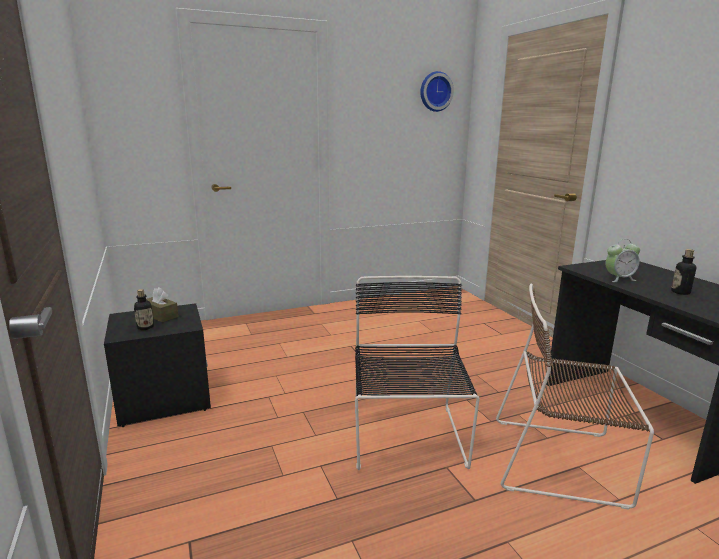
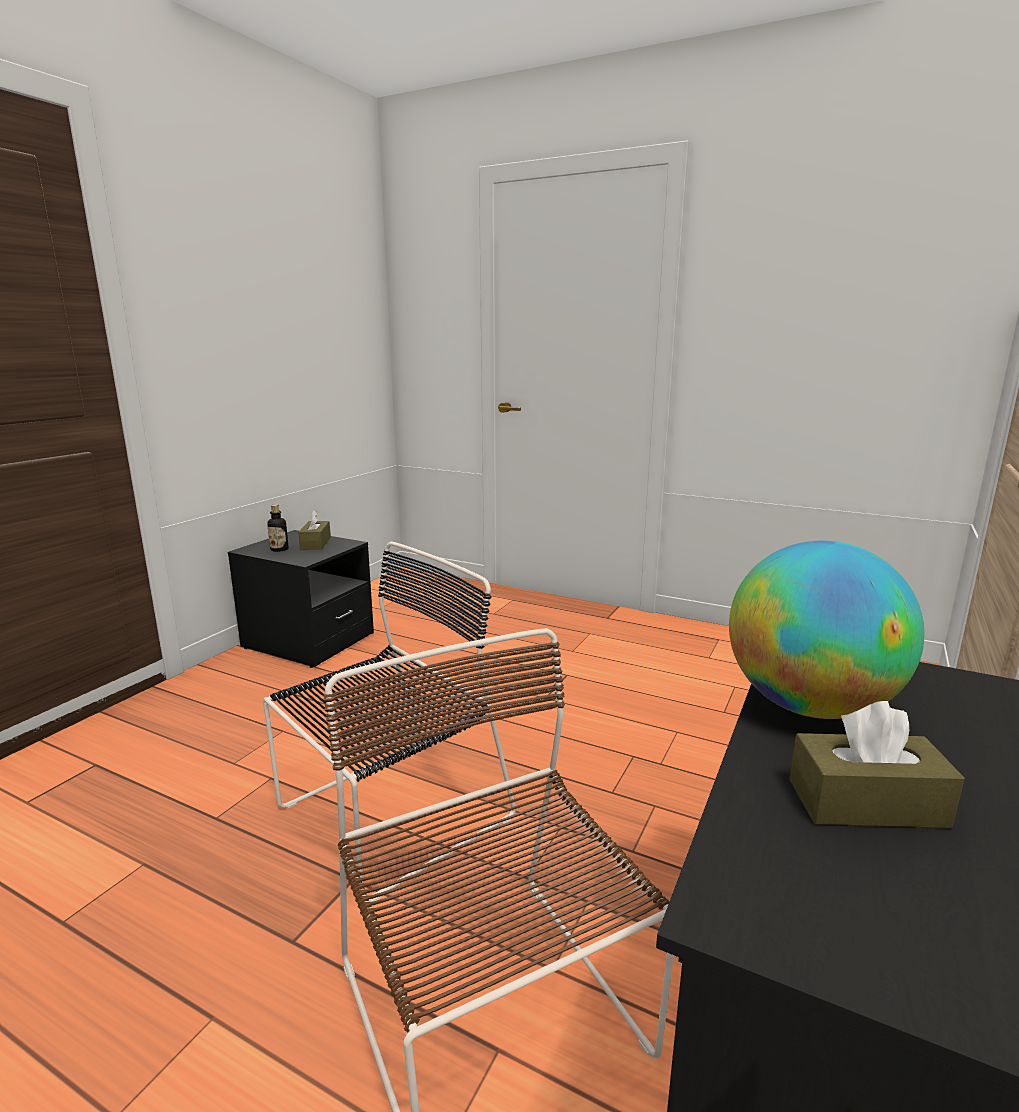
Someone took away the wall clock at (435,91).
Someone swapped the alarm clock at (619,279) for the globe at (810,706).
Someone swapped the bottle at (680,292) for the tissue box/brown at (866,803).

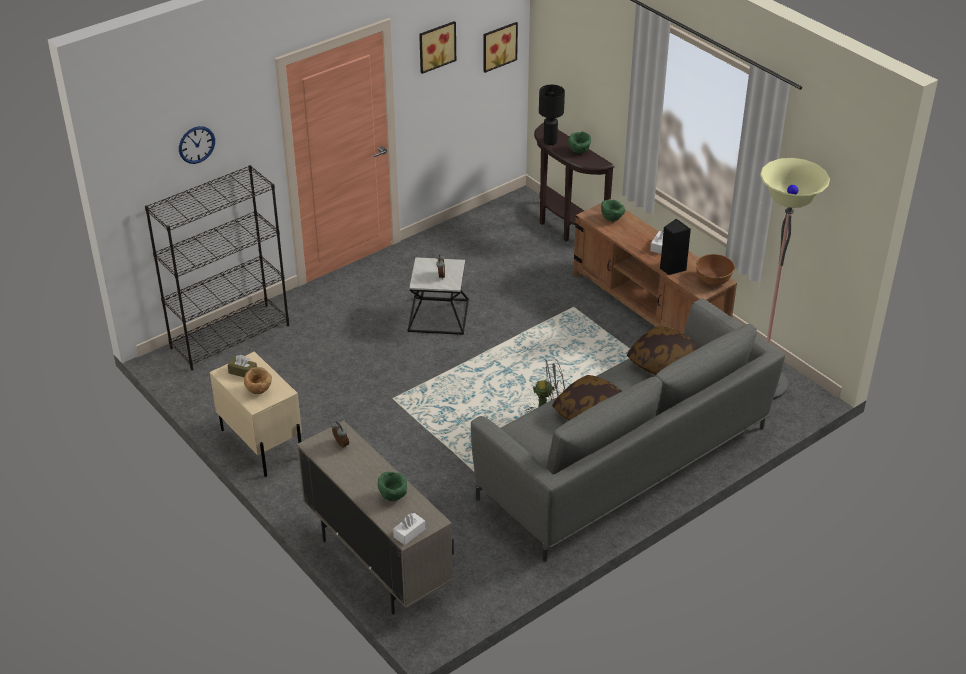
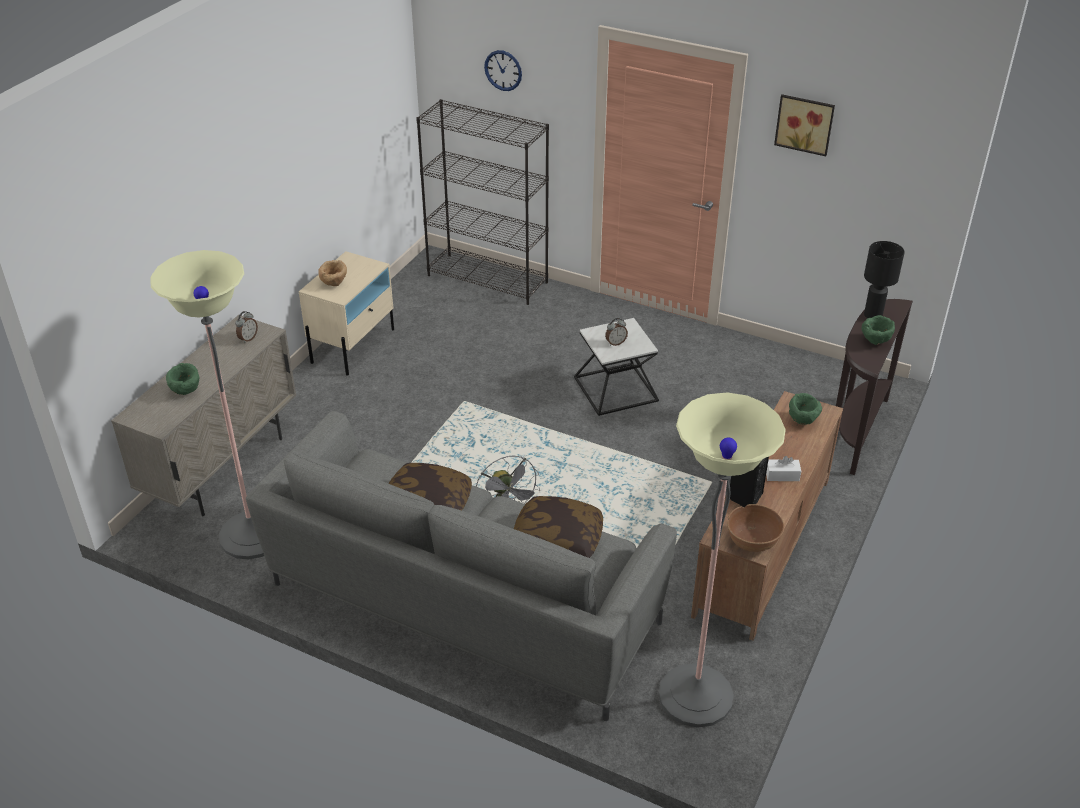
Someone took away the tissue box/brown at (243,372).
Someone took away the tissue box/white at (409,533).
Someone took away the picture at (498,46).
Someone put down the floor lamp at (252,535).

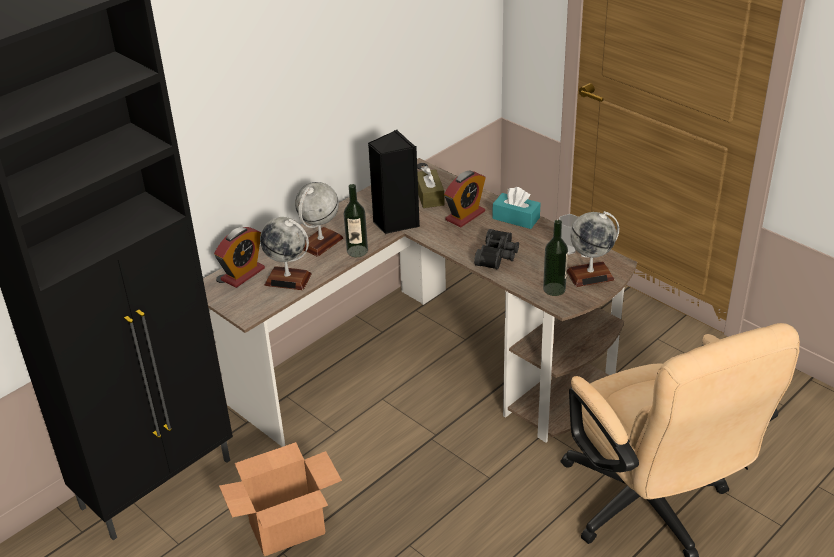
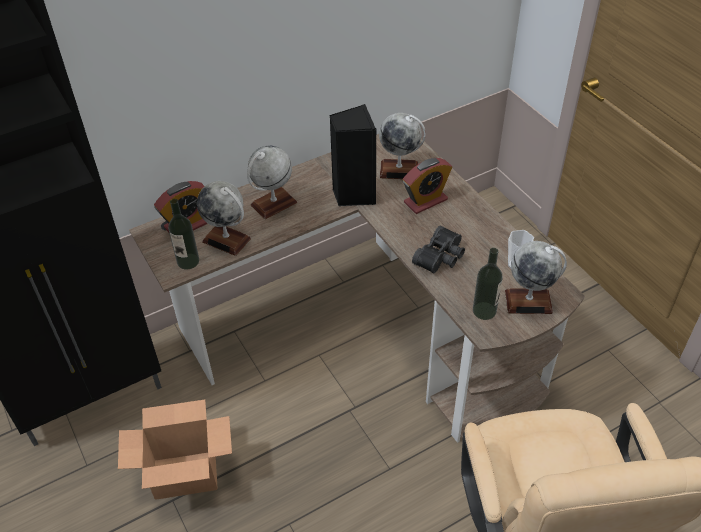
Someone carried the bottle from (357,251) to (188,261).
Someone swapped the tissue box/brown at (429,196) for the globe at (399,170).
Someone took away the tissue box/turquoise at (516,218).

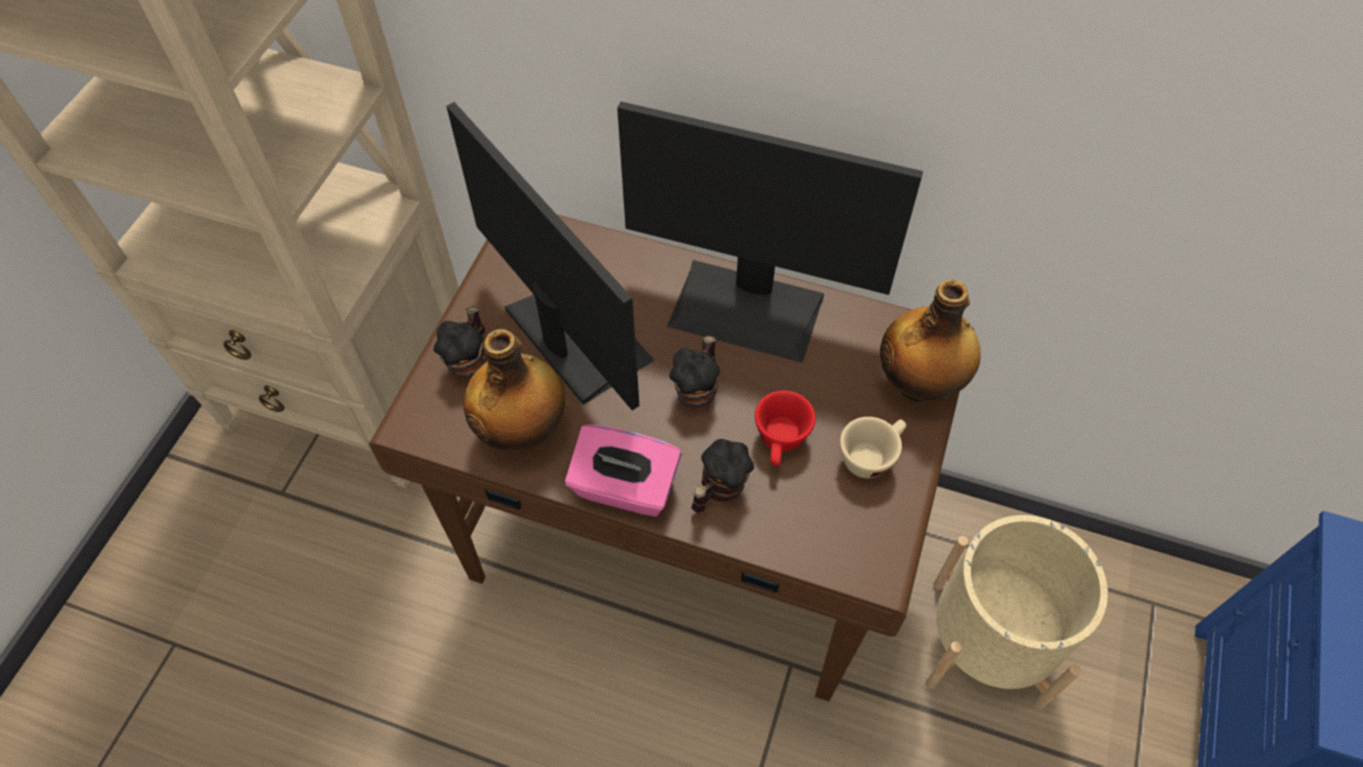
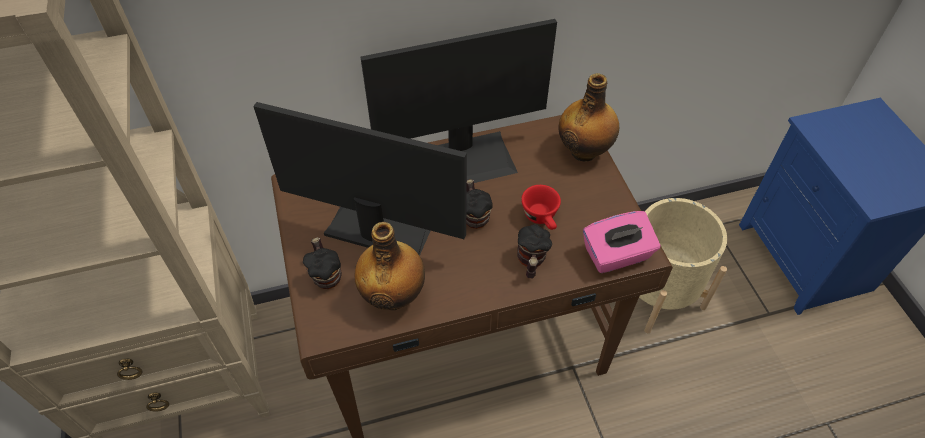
Someone carried the tissue box/pink from (624,488) to (616,255).
Someone took away the cup/beige at (871,455).

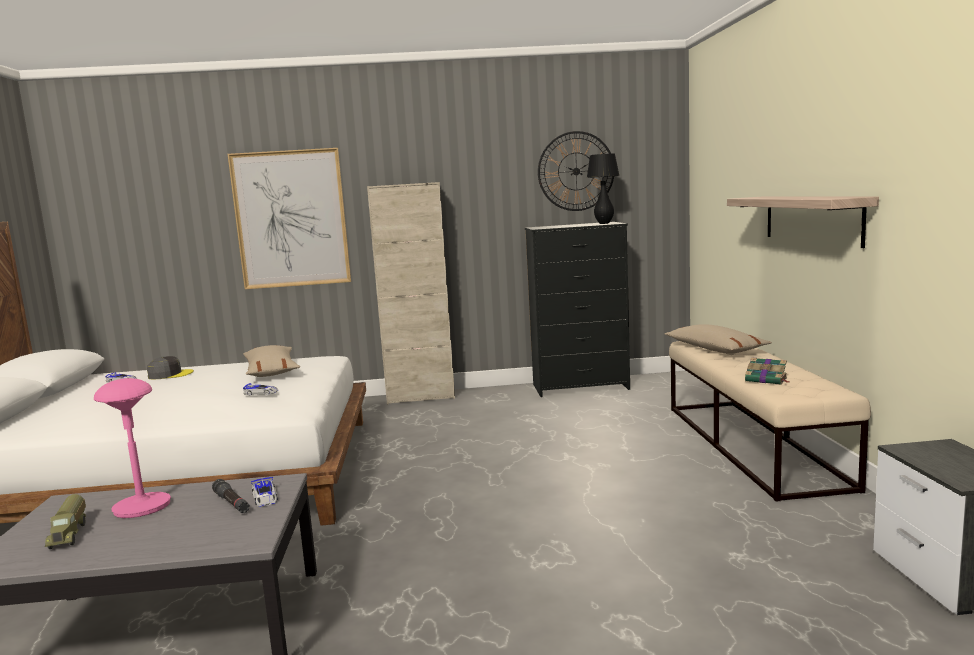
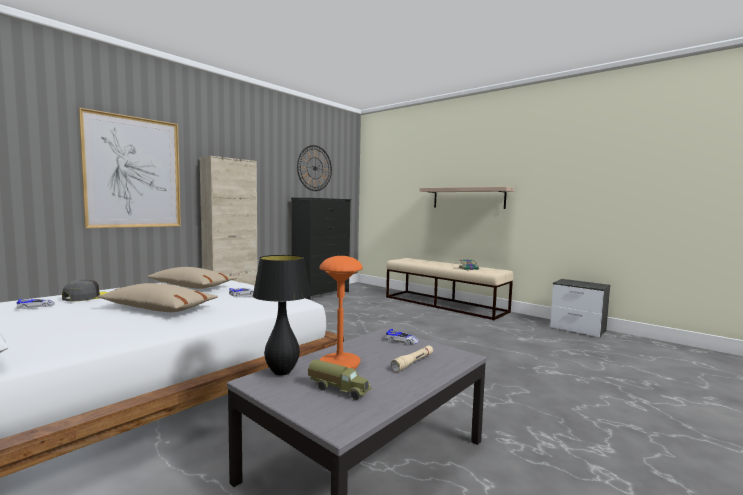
Someone repainted the table lamp/pink at (142,507), which became the table lamp/orange at (339,364).
Someone took away the flashlight/black at (232,503).
Someone carried the table lamp/black from (604,223) to (282,372).
Someone carried the pillow/beige from (715,349) to (158,308).
Someone put down the flashlight/beige at (413,362).

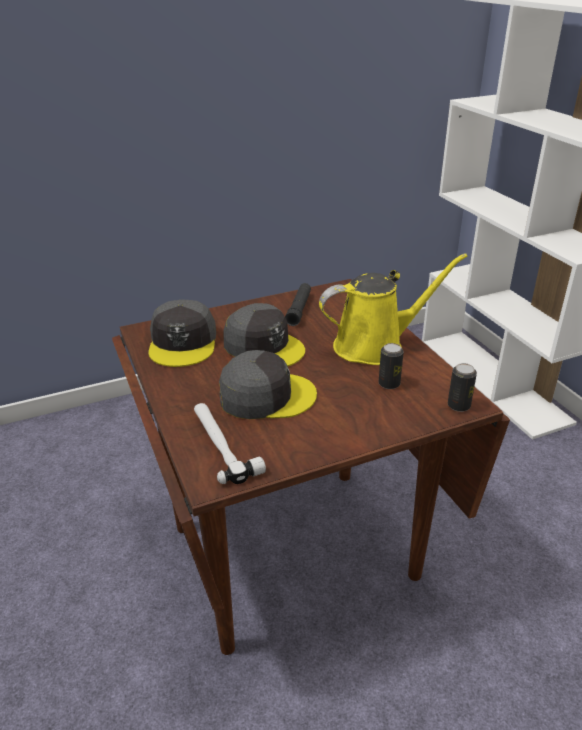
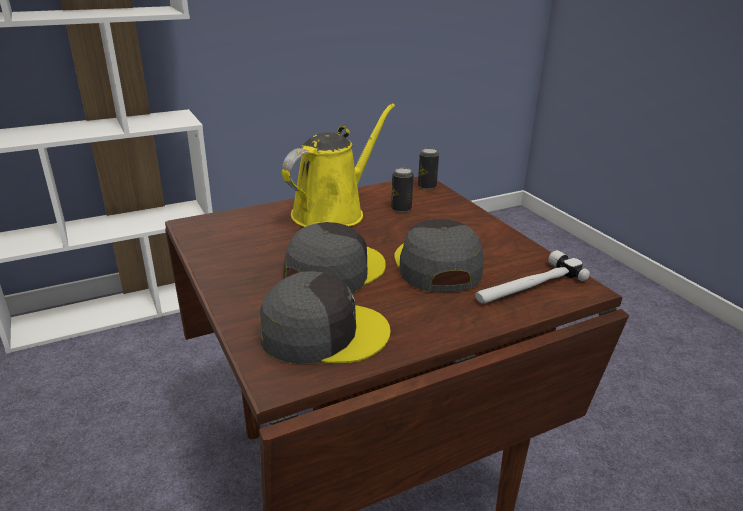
Someone took away the flashlight/black at (299,309).
Someone rotated the watering can/yellow at (375,345) by 60 degrees clockwise.

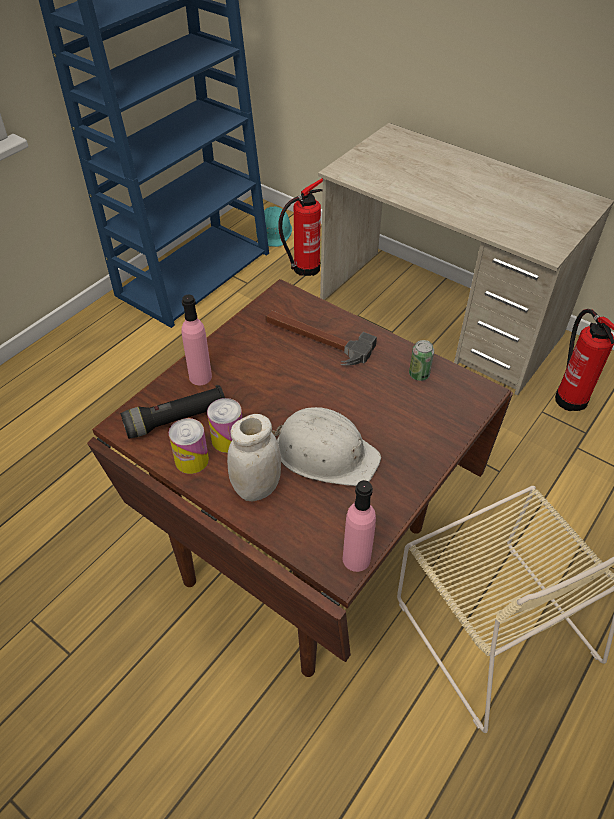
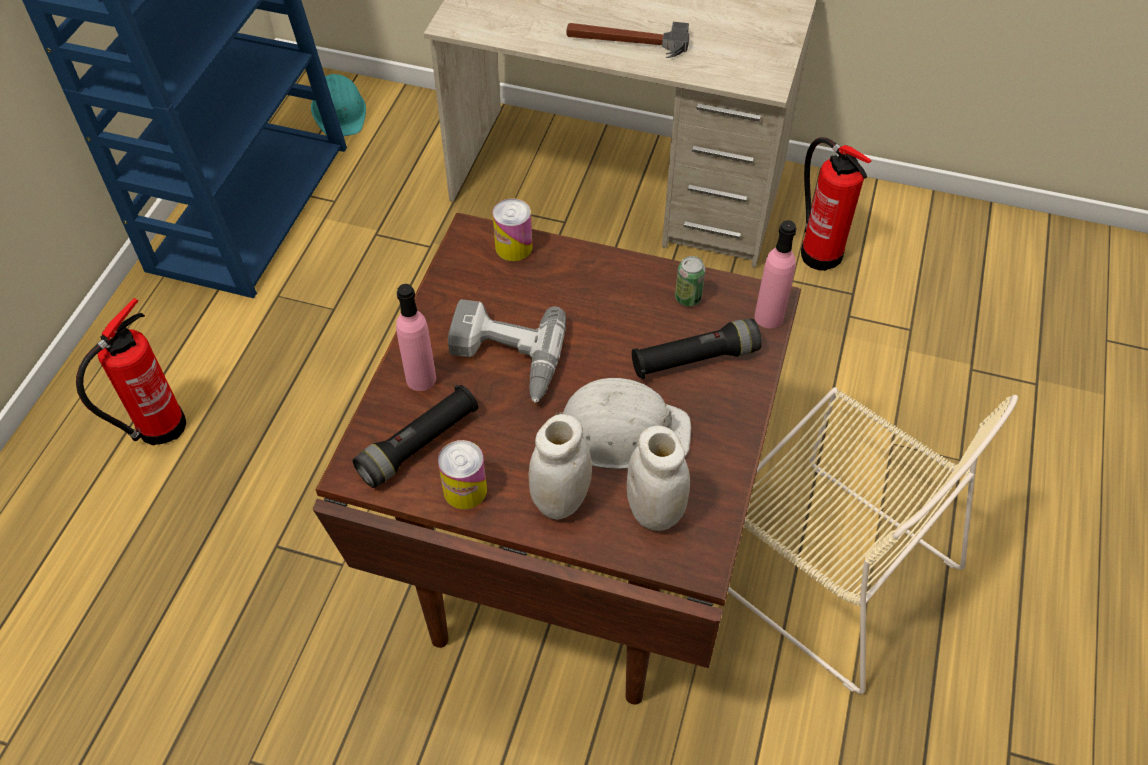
Someone carried the can from (228,439) to (513,247).
Someone carried the hammer from (316,339) to (627,41).
Someone carried the fire extinguisher from (304,269) to (157,429).
Someone carried the bottle/pink from (356,559) to (769,317).
Someone put down the power drill at (505,359).
Someone put down the jar/white at (655,511).
Someone put down the flashlight/black at (694,359).

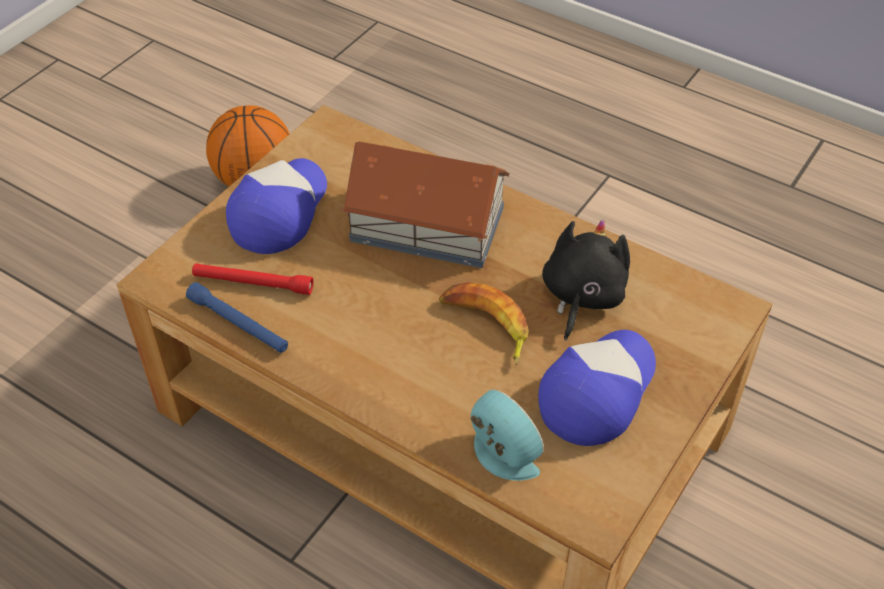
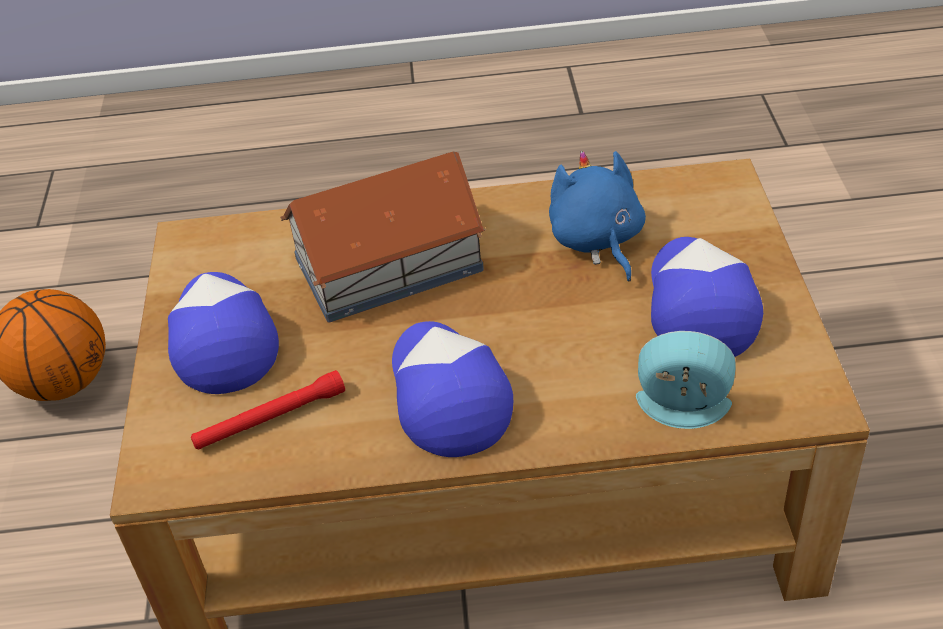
Someone took away the flashlight/blue at (238,324).
Someone took away the banana at (485,326).
Someone repainted the plush toy/black at (581,296), which became the plush toy/blue at (597,241).
Someone put down the cap at (446,395).

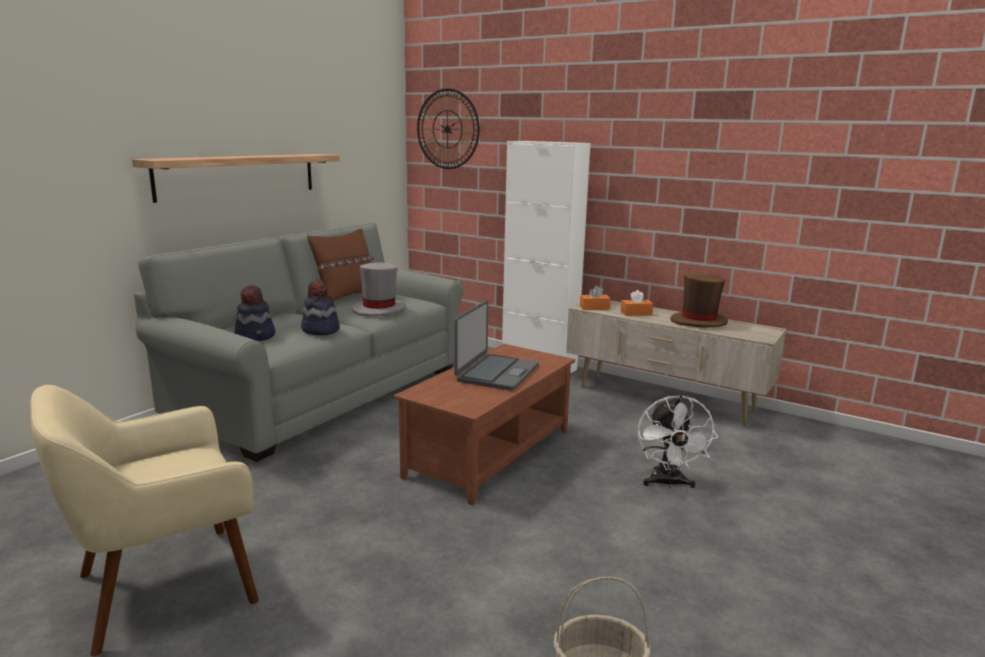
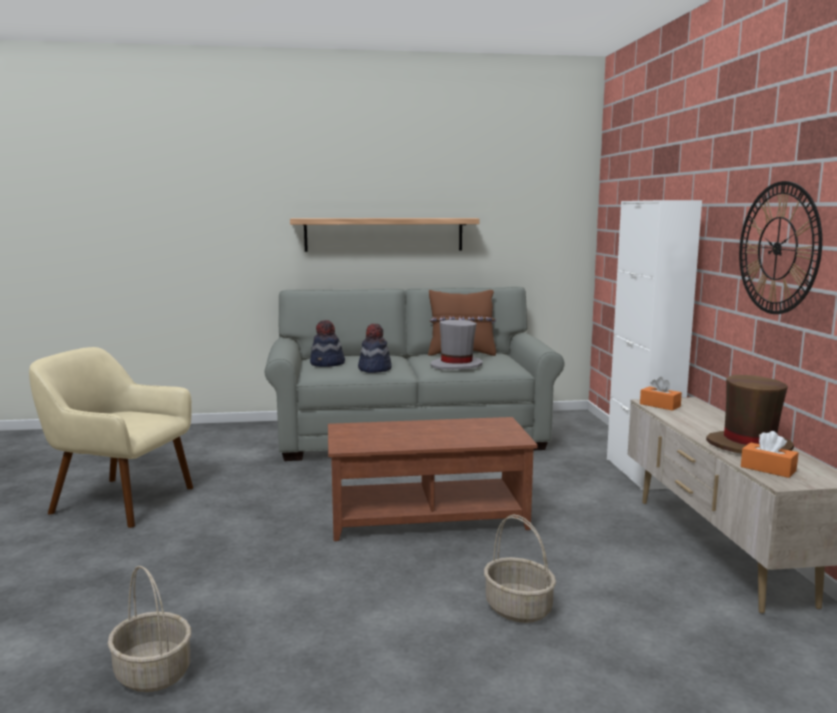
Someone carried the wall clock from (447,129) to (777,248).
Someone took away the laptop at (496,373).
Someone carried the tissue box/orange from (636,313) to (768,469).
Someone swapped the fan/white at (668,483) for the basket at (519,608).

